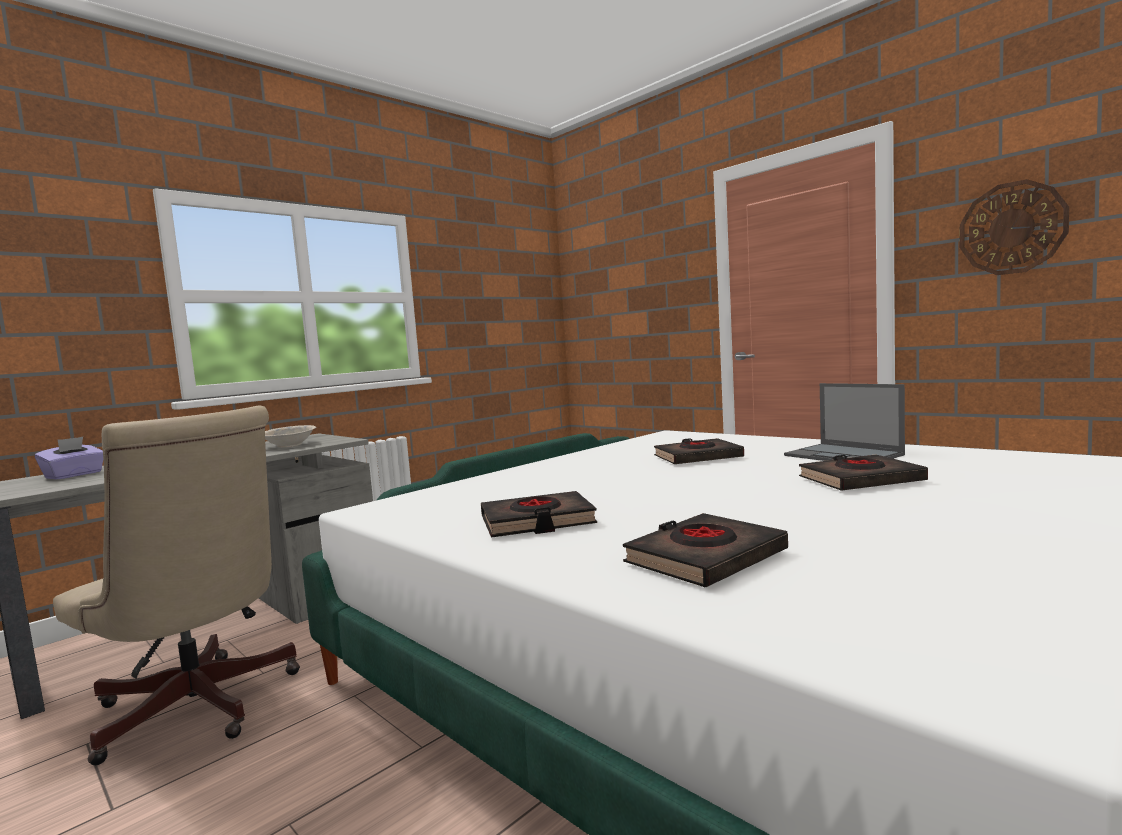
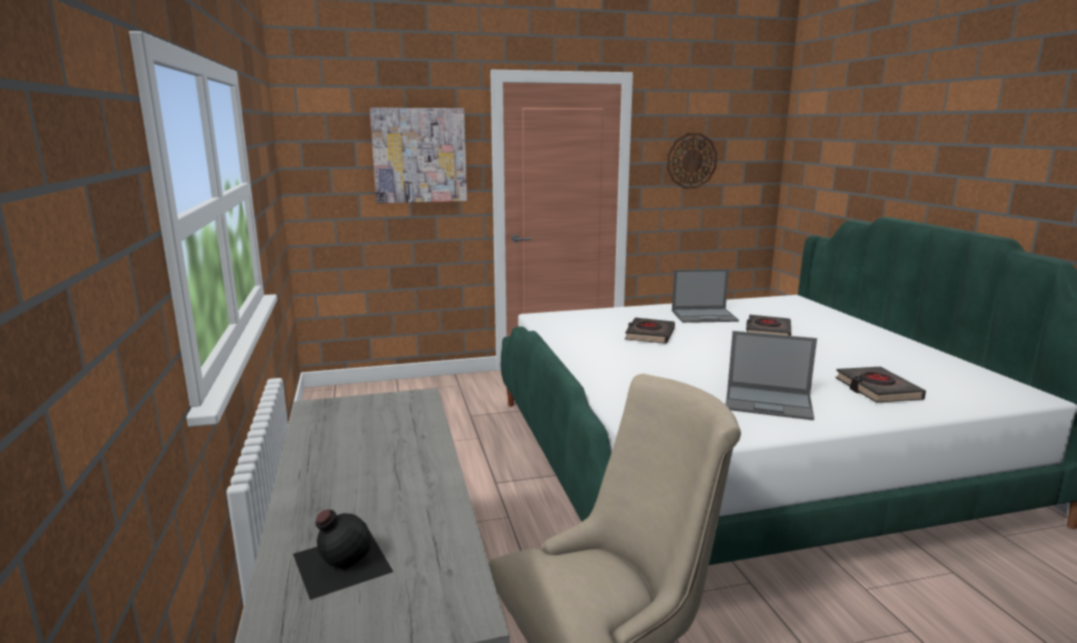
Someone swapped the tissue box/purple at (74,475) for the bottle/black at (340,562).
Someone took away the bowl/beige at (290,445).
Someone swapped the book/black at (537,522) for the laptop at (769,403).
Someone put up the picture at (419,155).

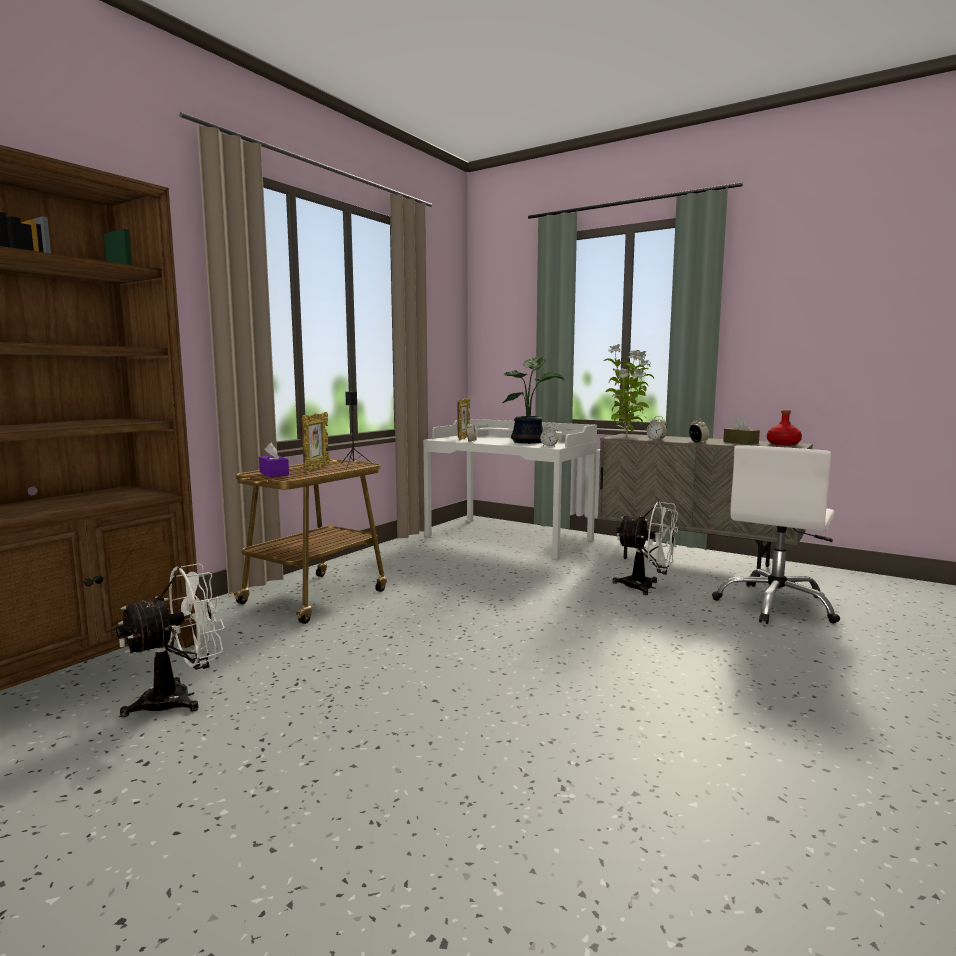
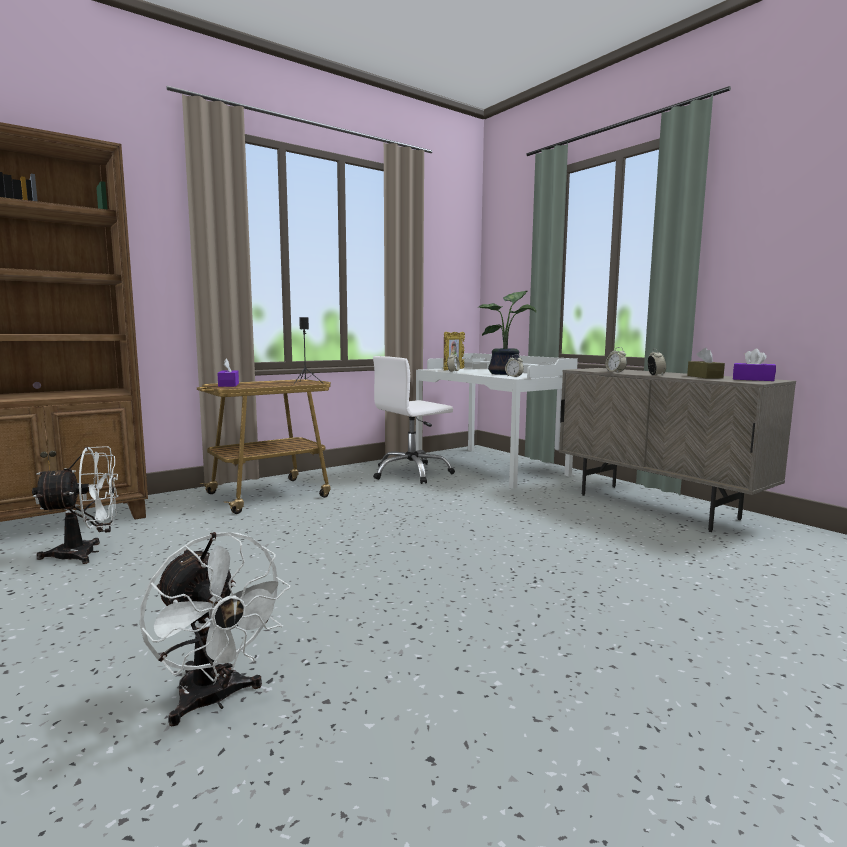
Someone took away the picture frame at (316,469).
Someone took away the potted plant at (627,436).
Someone carried the fan/white from (646,587) to (215,700).
Someone carried the office chair/white from (776,605) to (411,473).
Someone swapped the bottle/red at (783,444) for the tissue box/purple at (753,379).

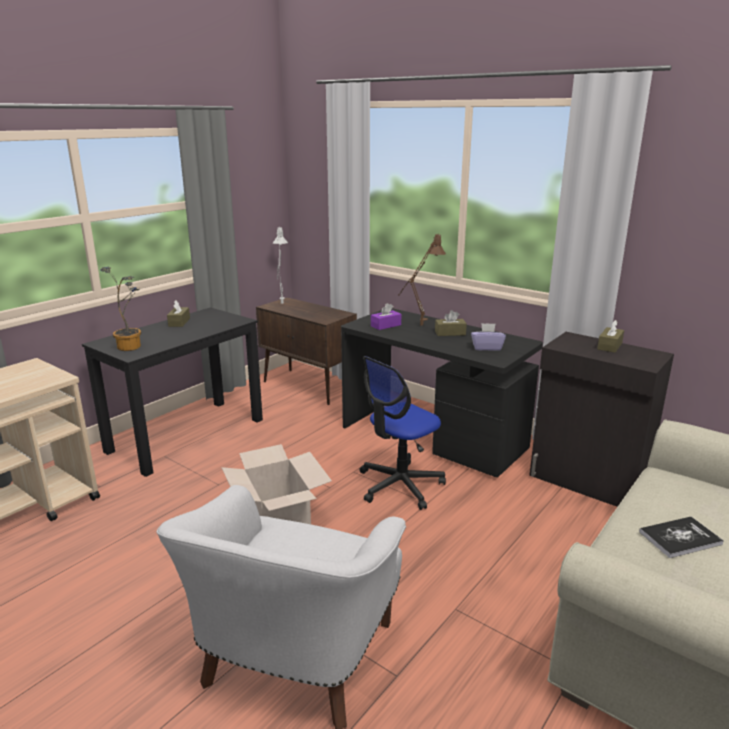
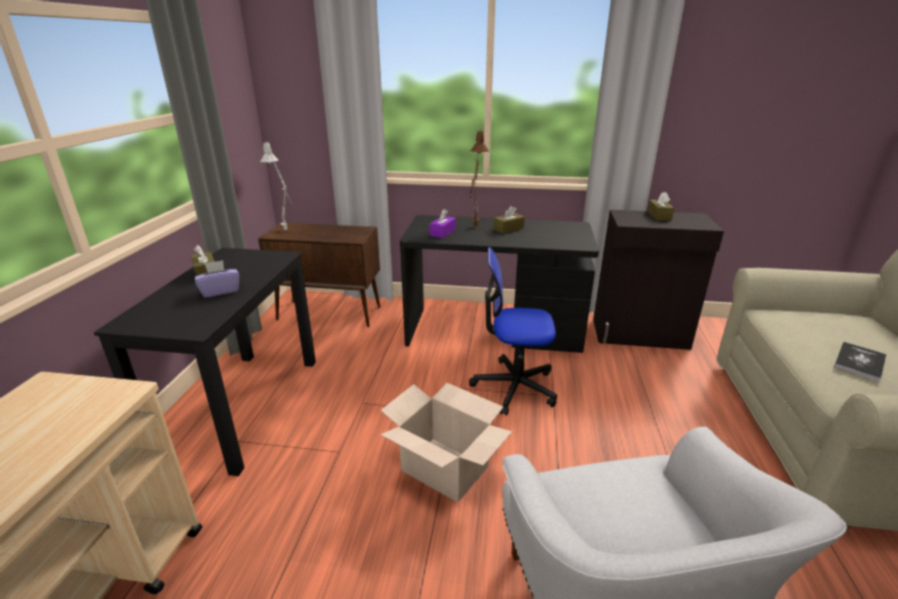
Someone took away the potted plant at (131,346).
Someone rotated the office chair at (400,485) by 75 degrees clockwise.
Someone carried the tissue box/purple from (486,347) to (220,291).

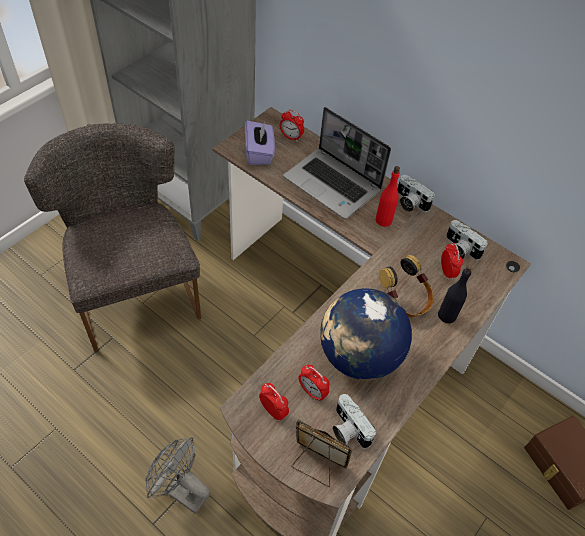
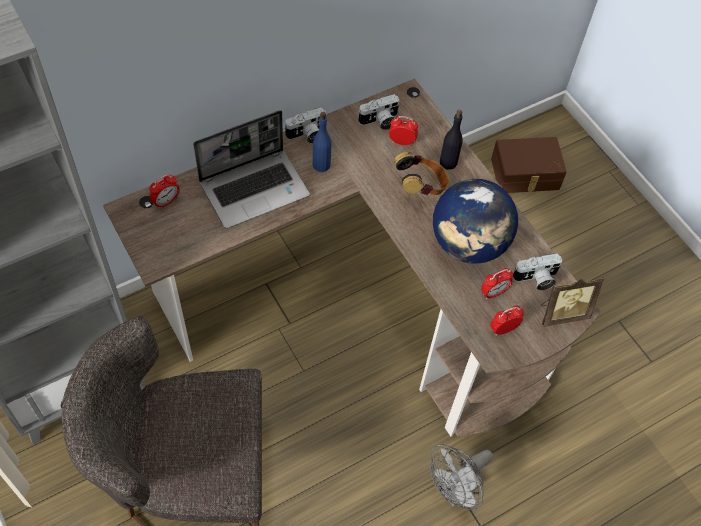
Someone took away the tissue box/purple at (259,153).
Someone rotated the picture frame at (316,465) by 150 degrees counterclockwise.
Someone repainted the bottle/red at (384,220), which became the bottle/blue at (321,165).

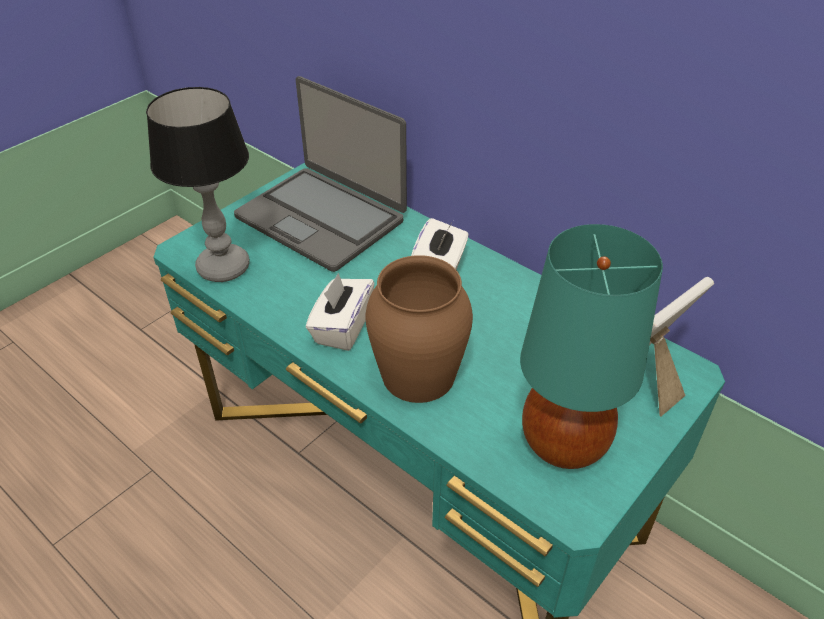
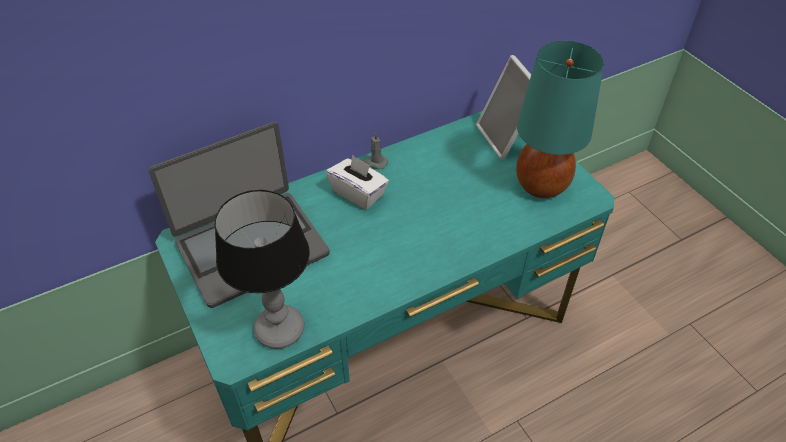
Someone took away the tissue box/white at (342,328).
Someone took away the vase/brown at (418,375).
Someone put down the candle/grey at (375,162).

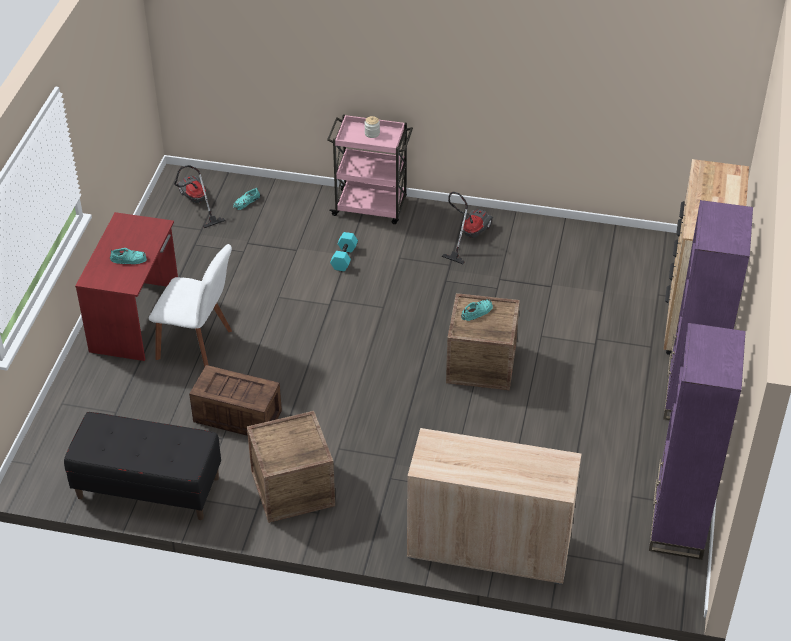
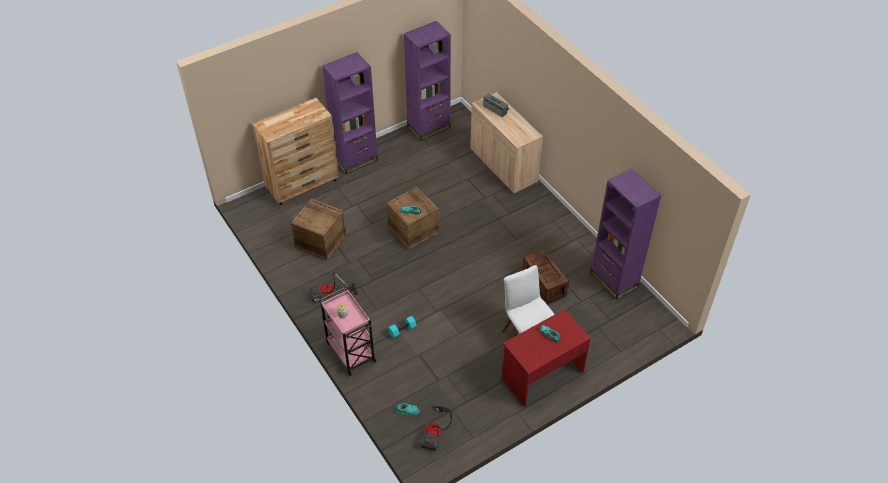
Someone swapped the bench/black at (148,488) for the bookcase/purple at (614,279).
Someone carried the crate from (292,488) to (321,241).
Someone put down the radio at (496,109).

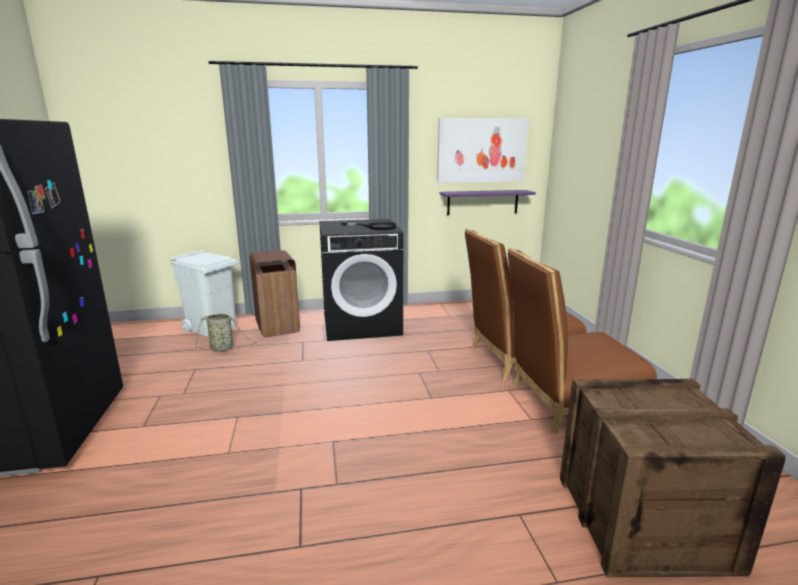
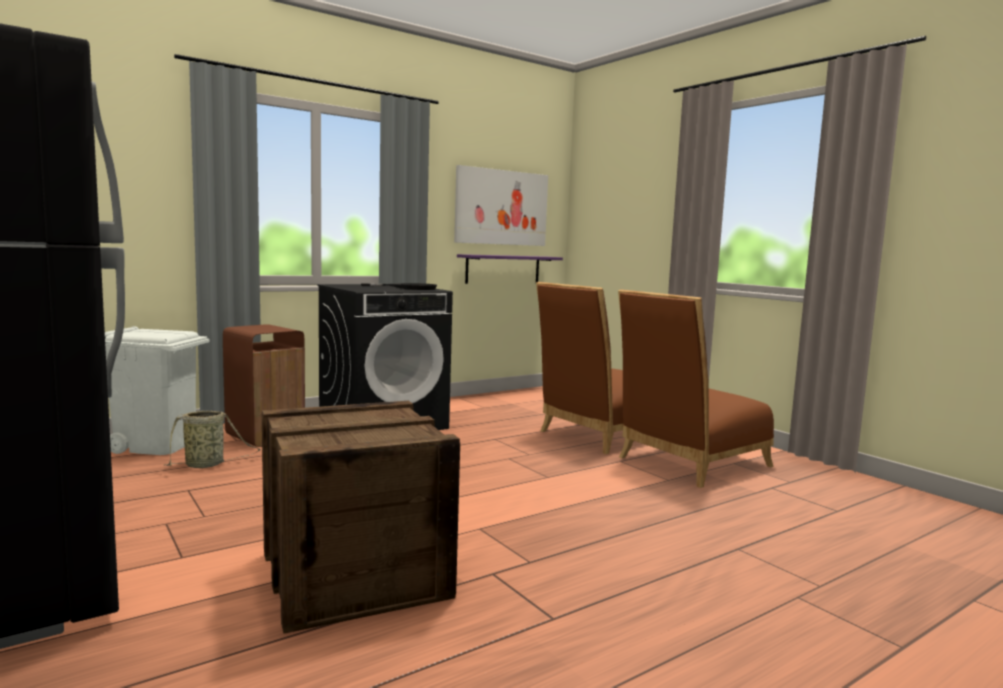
Someone carried the crate from (642,521) to (353,575).

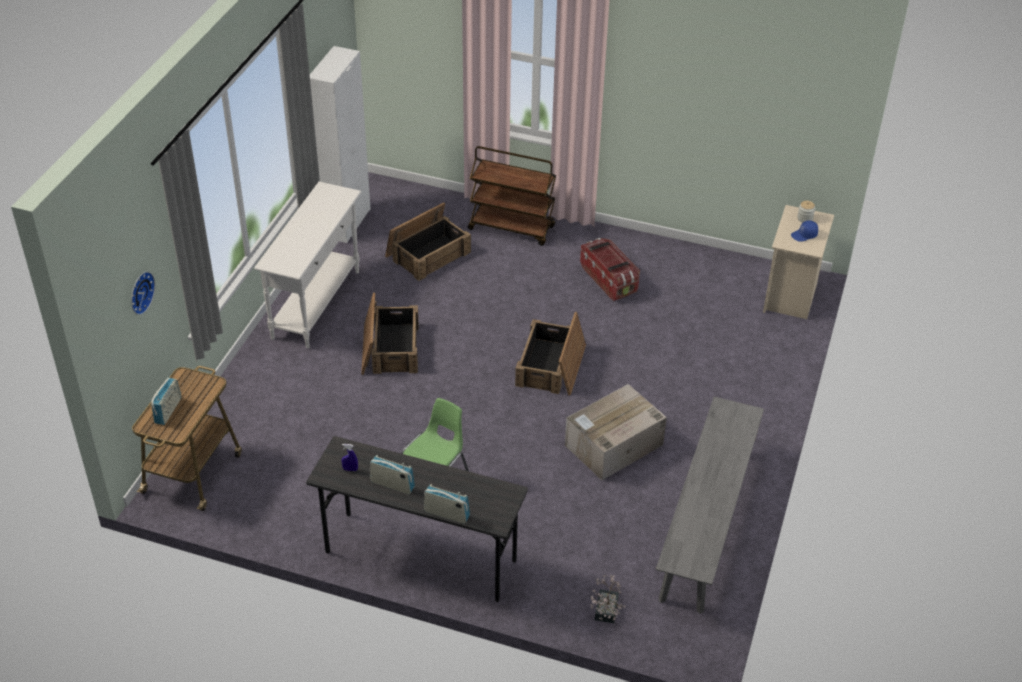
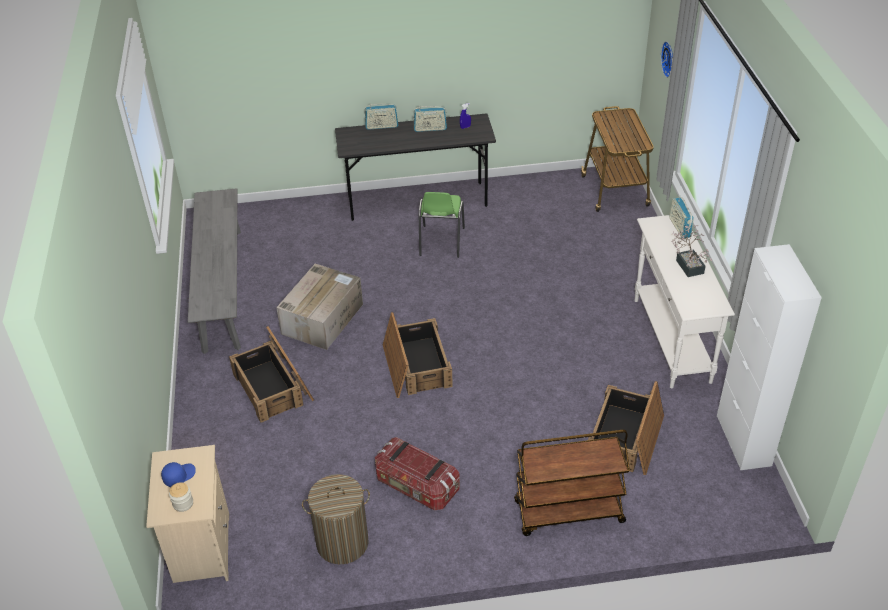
Someone carried the radio from (168,411) to (679,227).
Someone carried the crate from (389,348) to (274,387).
Someone carried the potted plant from (605,613) to (688,264).
Someone put down the laundry basket at (342,543).

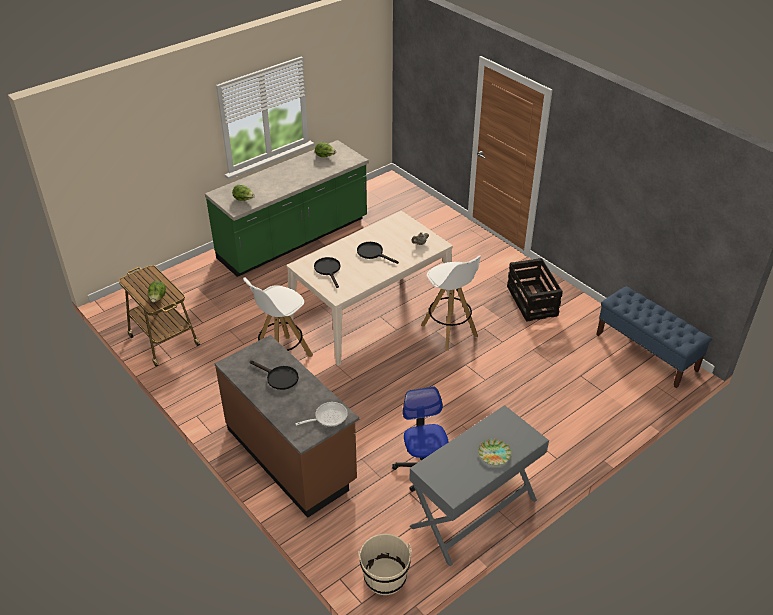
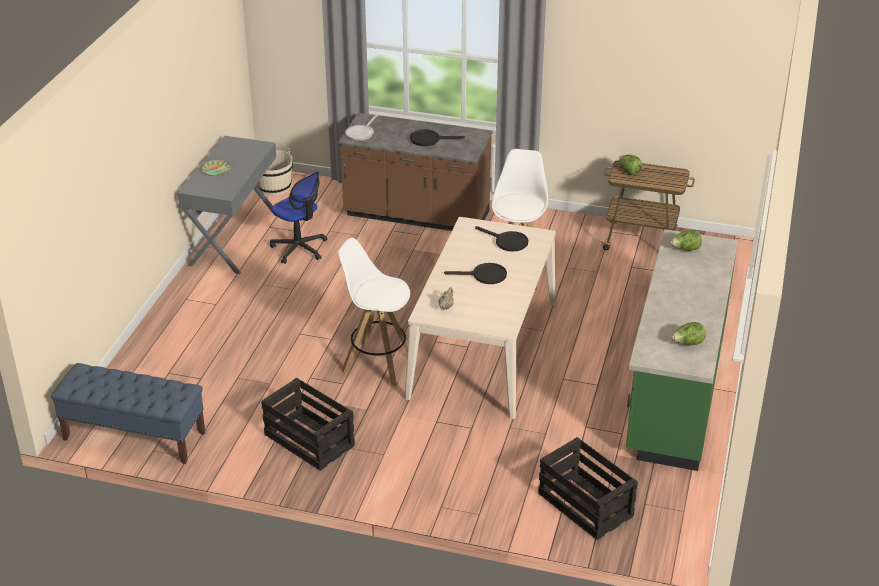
Someone put down the crate at (584,505).

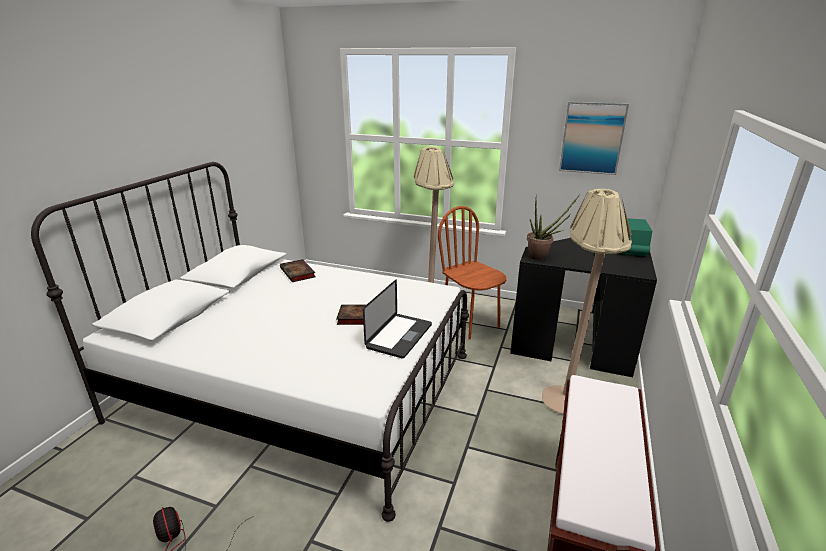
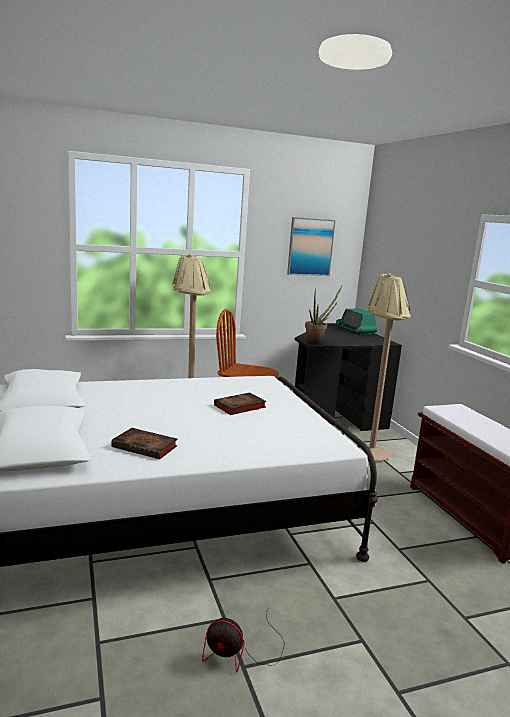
Someone carried the book from (298,273) to (146,447).
Someone took away the laptop at (399,336).

